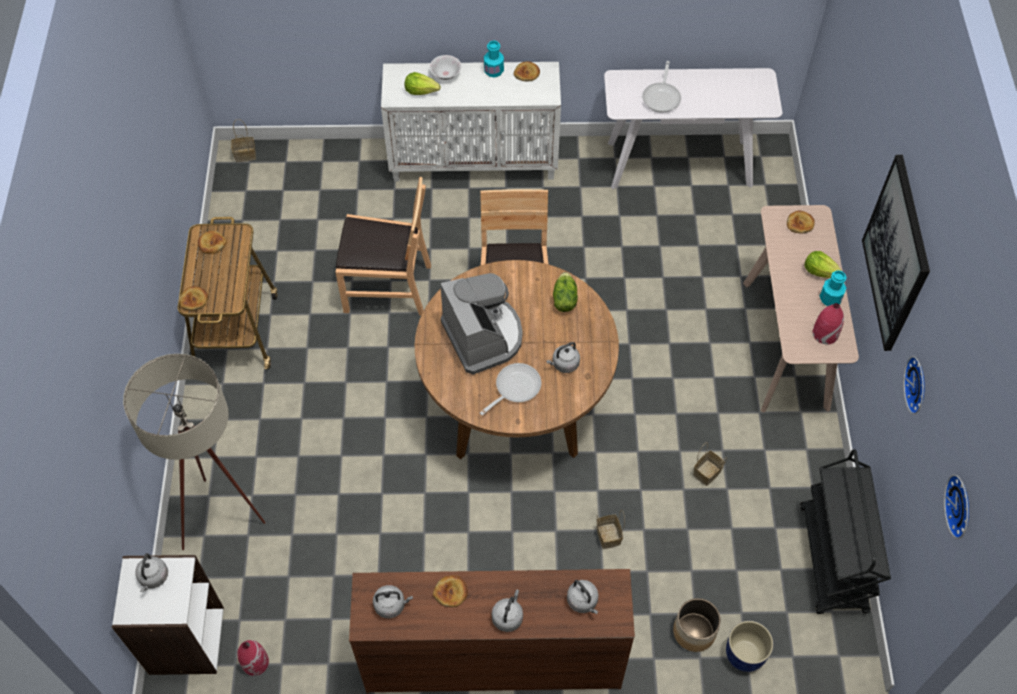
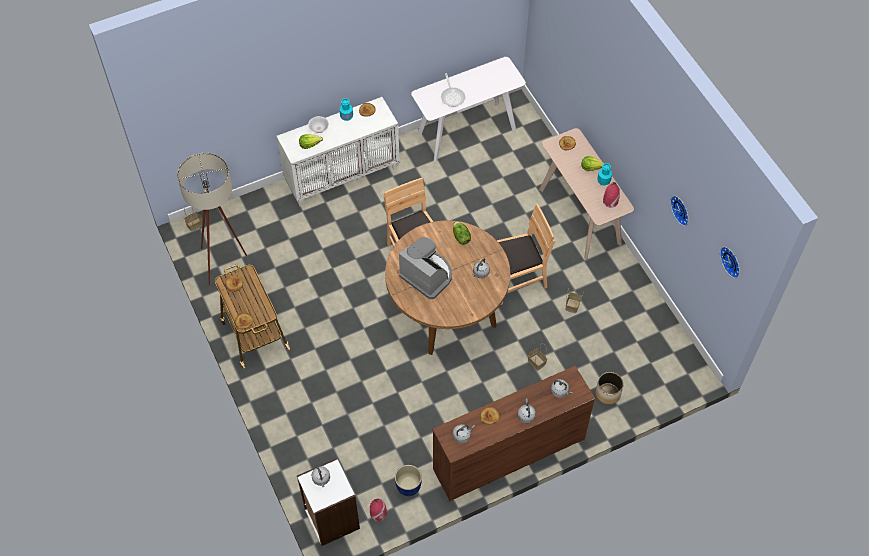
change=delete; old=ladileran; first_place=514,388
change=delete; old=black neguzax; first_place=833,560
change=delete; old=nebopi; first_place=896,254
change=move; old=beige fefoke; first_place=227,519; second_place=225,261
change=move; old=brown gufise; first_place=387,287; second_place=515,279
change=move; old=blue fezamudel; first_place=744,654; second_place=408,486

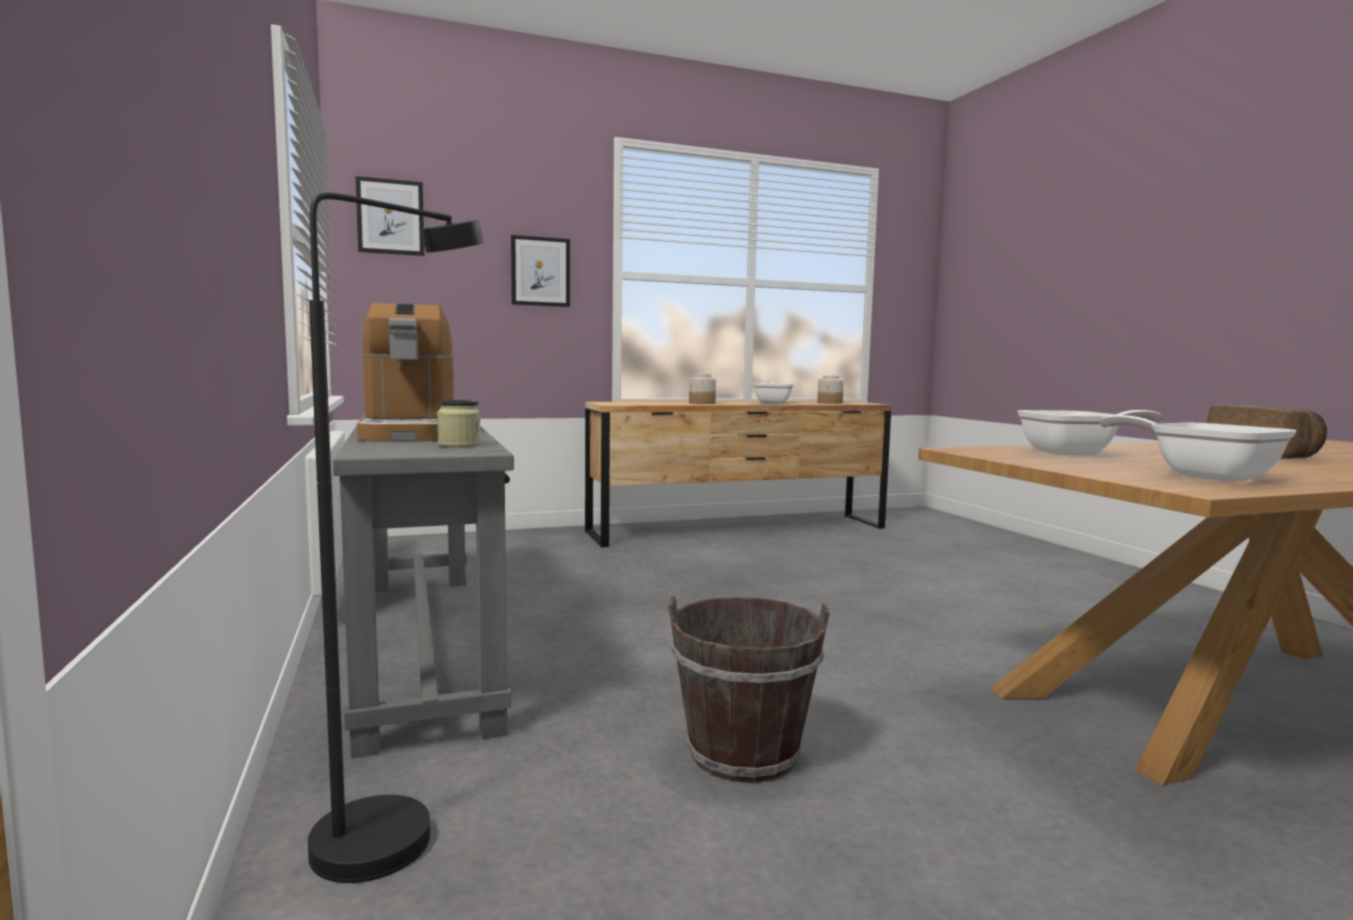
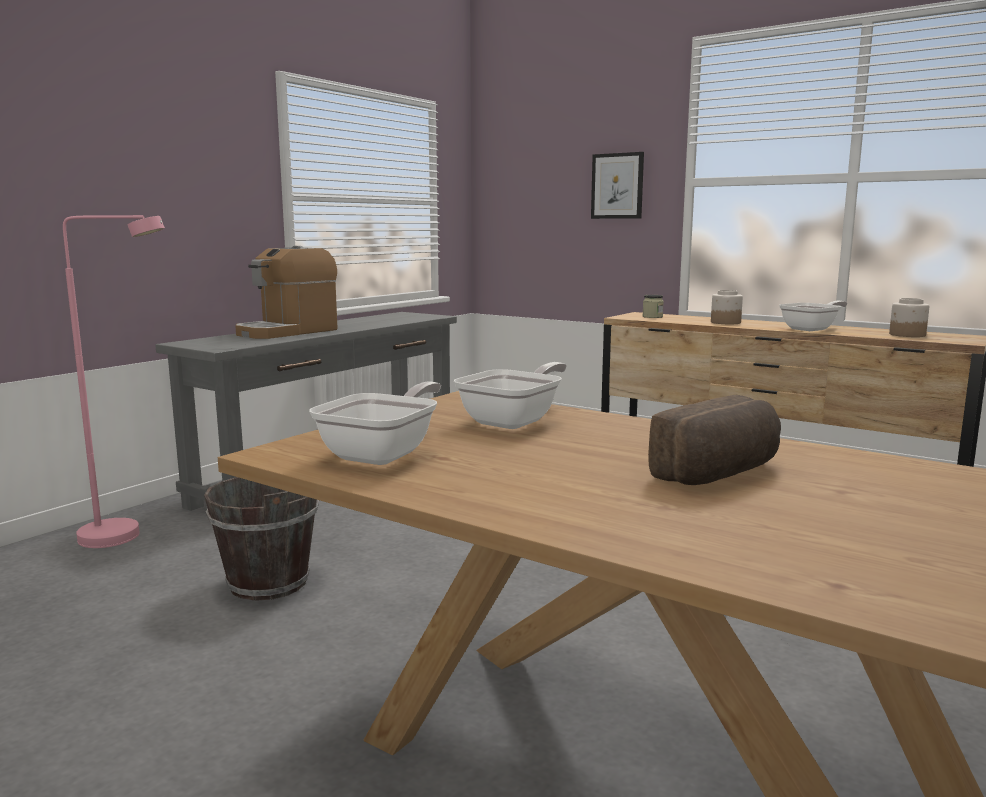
change=delete; old=nebopi; first_place=390,217
change=move; old=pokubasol; first_place=459,445; second_place=652,317
change=recolor; old=black fefoke; new=pink fefoke; first_place=397,827; second_place=126,536
change=rotate; old=ladileran; first_place=1076,453; second_place=515,421; degrees=-105

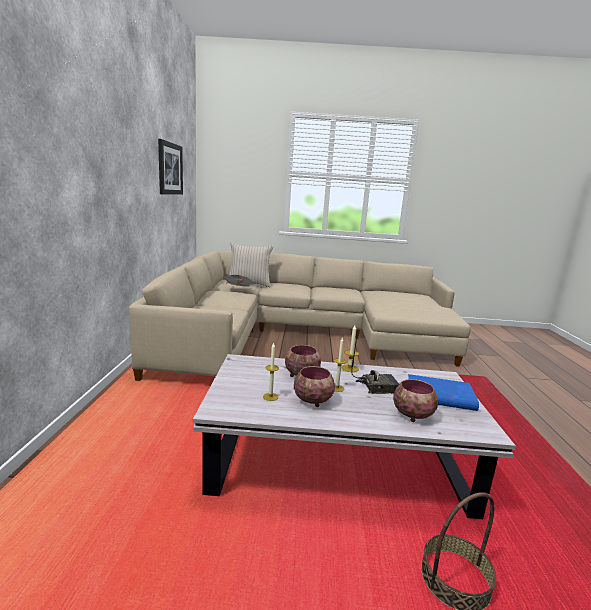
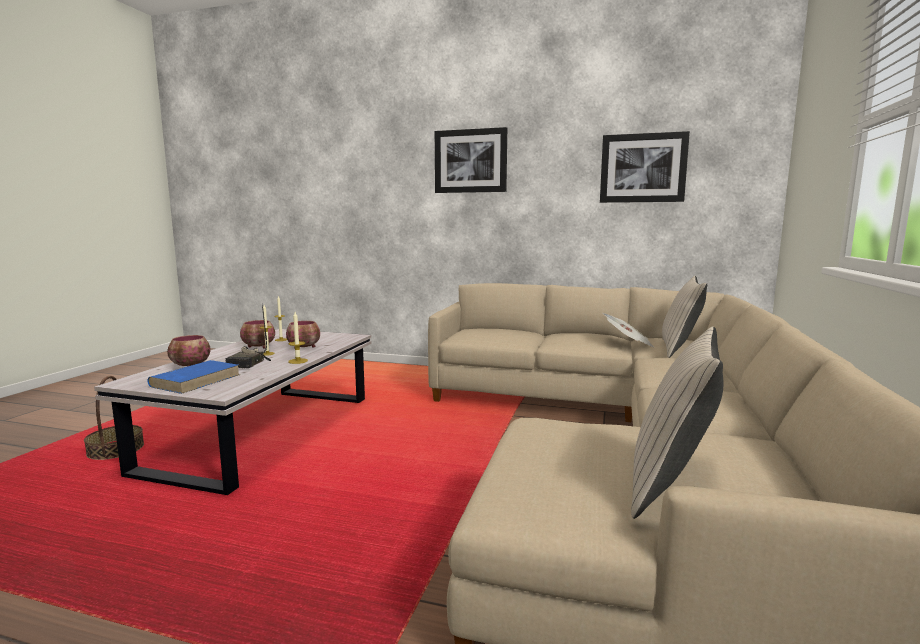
change=insert; new=nebopi; second_place=470,161
change=insert; new=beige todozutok; second_place=671,483

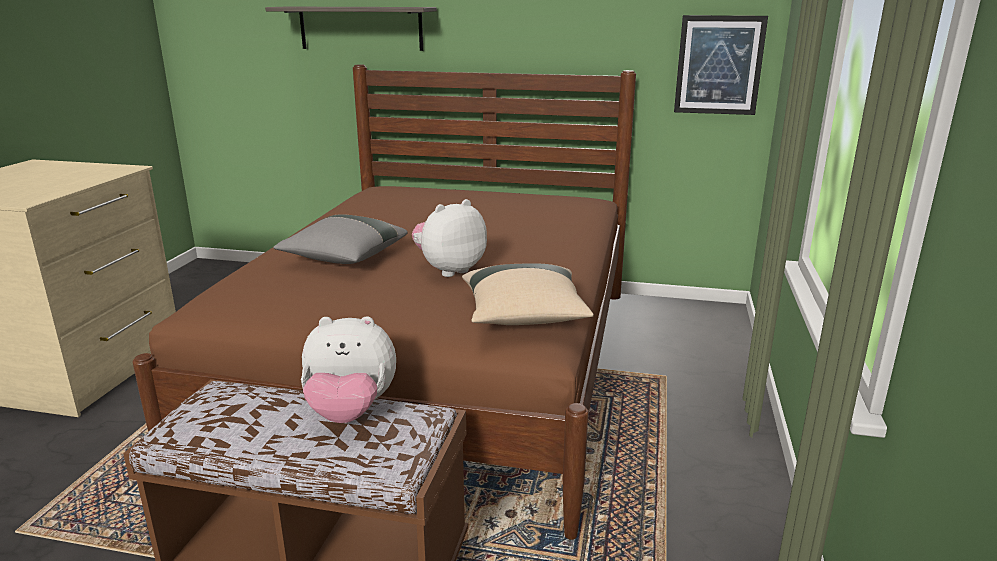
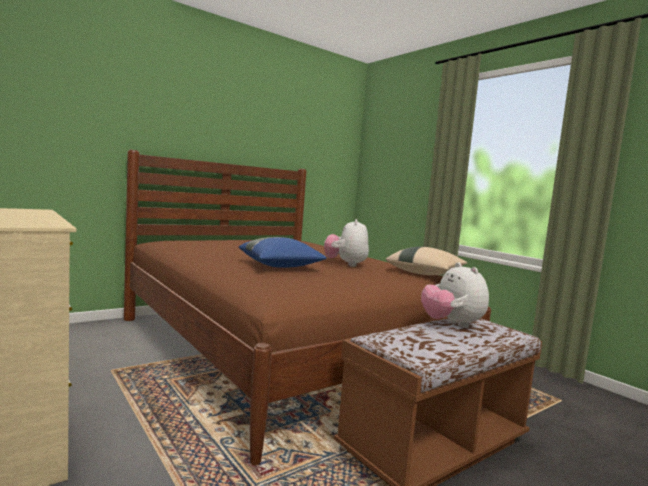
change=delete; old=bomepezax; first_place=360,28
change=delete; old=nebopi; first_place=719,65
change=recolor; old=grey todozutok; new=blue todozutok; first_place=343,258; second_place=280,266
change=rotate; old=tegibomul; first_place=350,412; second_place=451,324; degrees=120

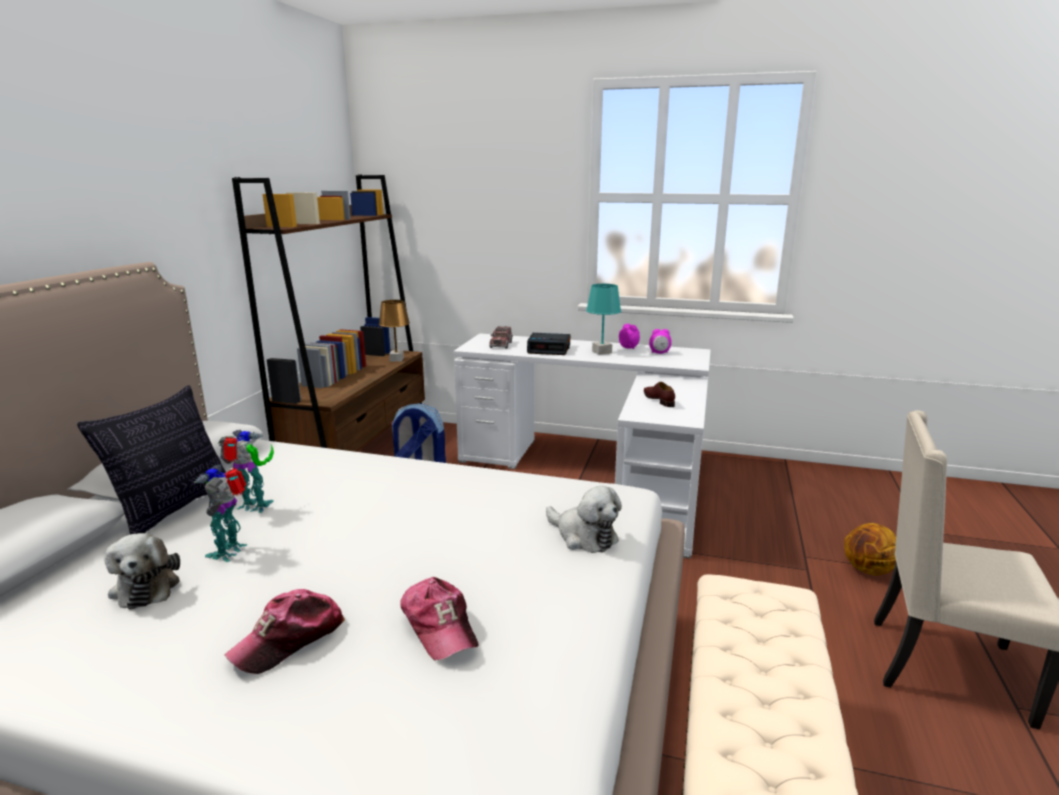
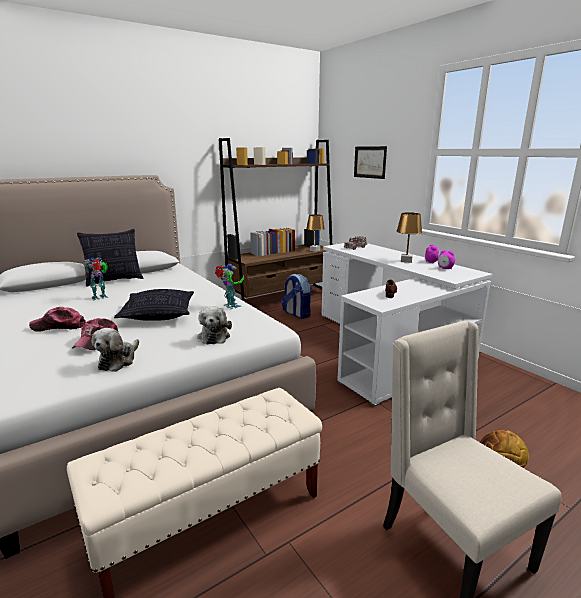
change=delete; old=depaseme; first_place=549,349
change=insert; new=todozutok; second_place=159,315
change=insert; new=nebopi; second_place=370,162
change=move; old=tegibomul; first_place=146,586; second_place=118,360
change=move; old=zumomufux; first_place=255,507; second_place=230,306
change=recolor; old=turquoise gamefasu; new=brown gamefasu; first_place=601,352; second_place=406,261

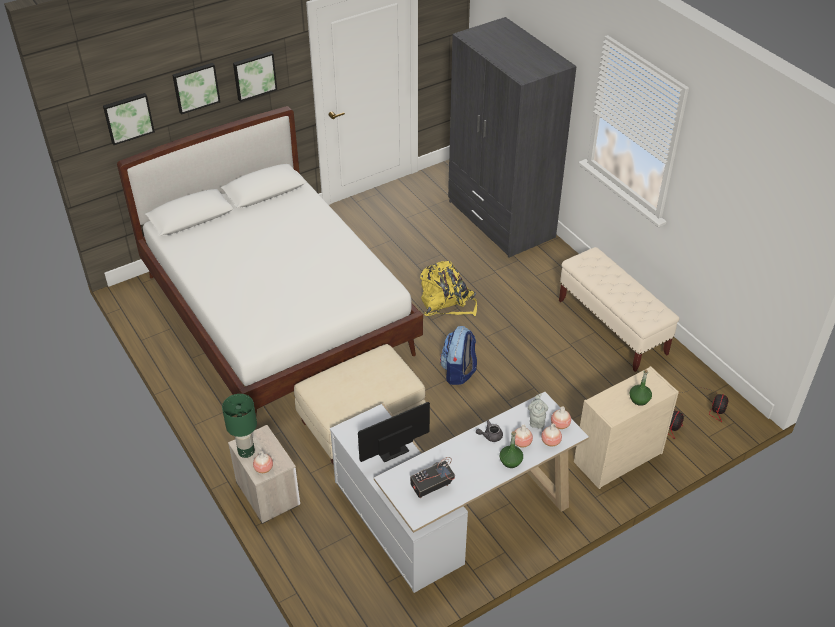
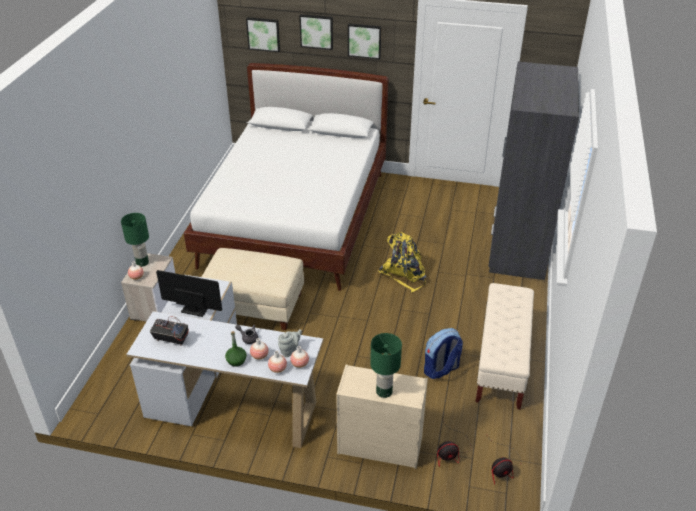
change=move; old=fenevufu; first_place=458,372; second_place=441,369
change=replace; old=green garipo; new=green gamefasu; first_place=639,399; second_place=384,392

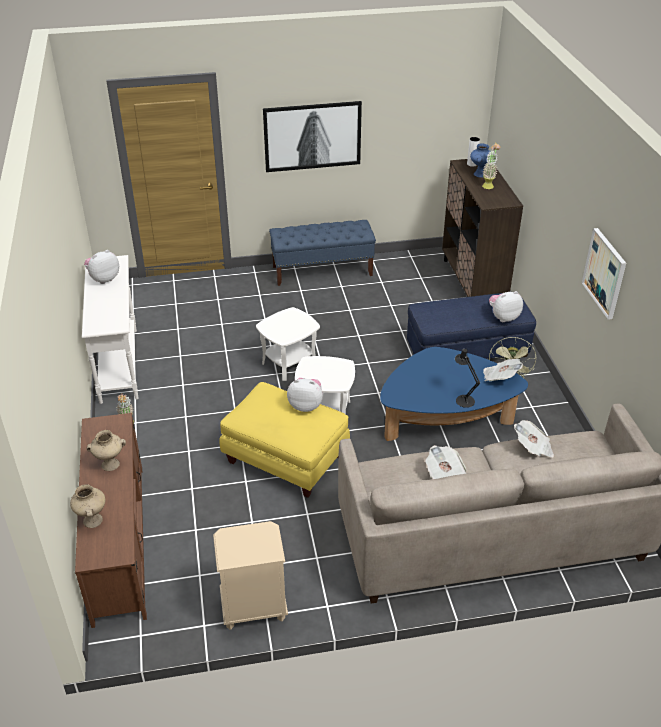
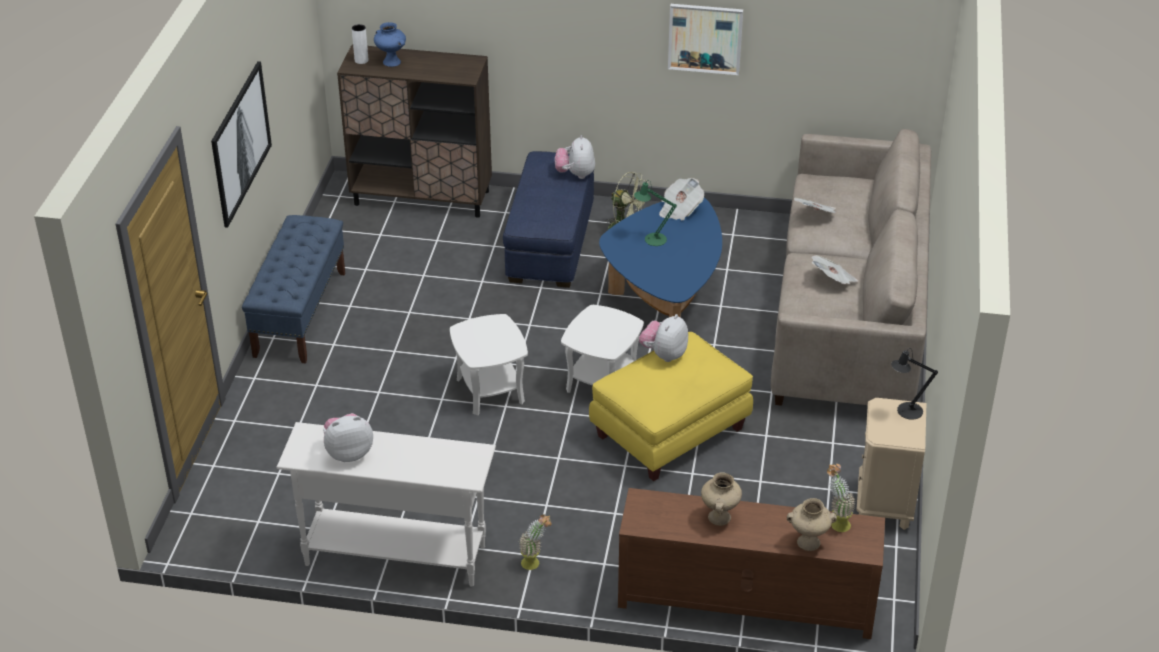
change=insert; new=green gamefasu; second_place=652,239
change=move; old=black gamefasu; first_place=463,399; second_place=906,411
change=move; old=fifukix; first_place=488,185; second_place=836,522
change=rotate; old=tegibomul; first_place=103,279; second_place=348,453; degrees=90

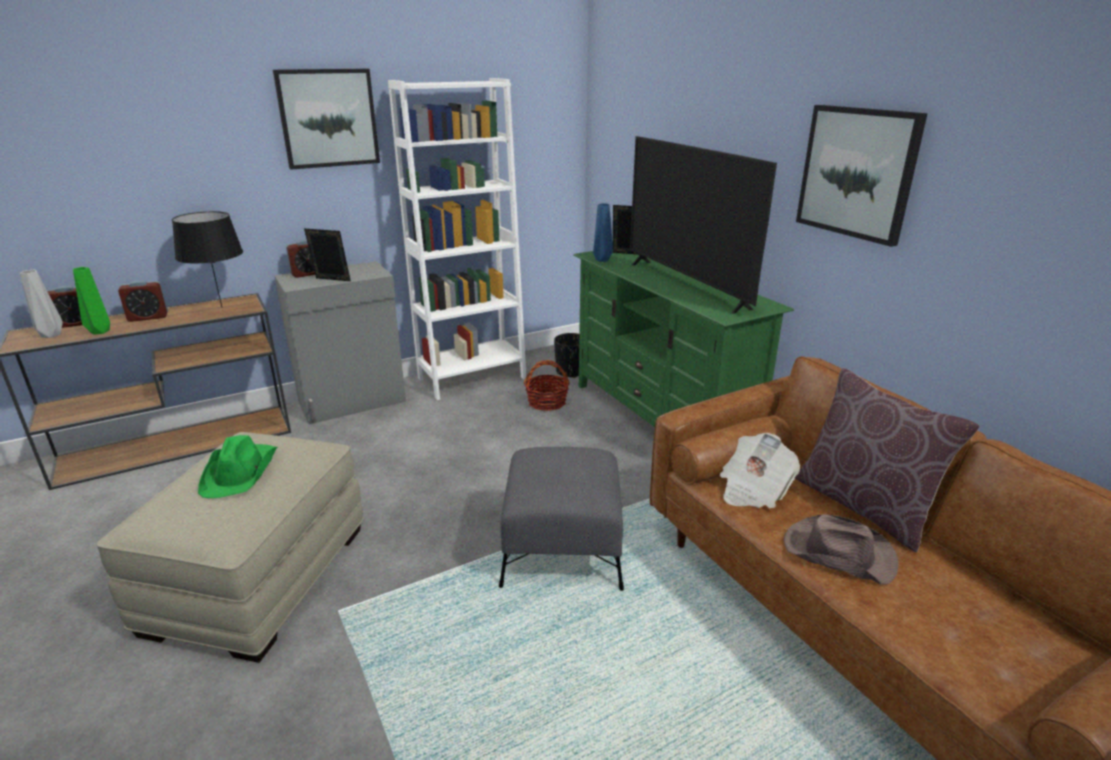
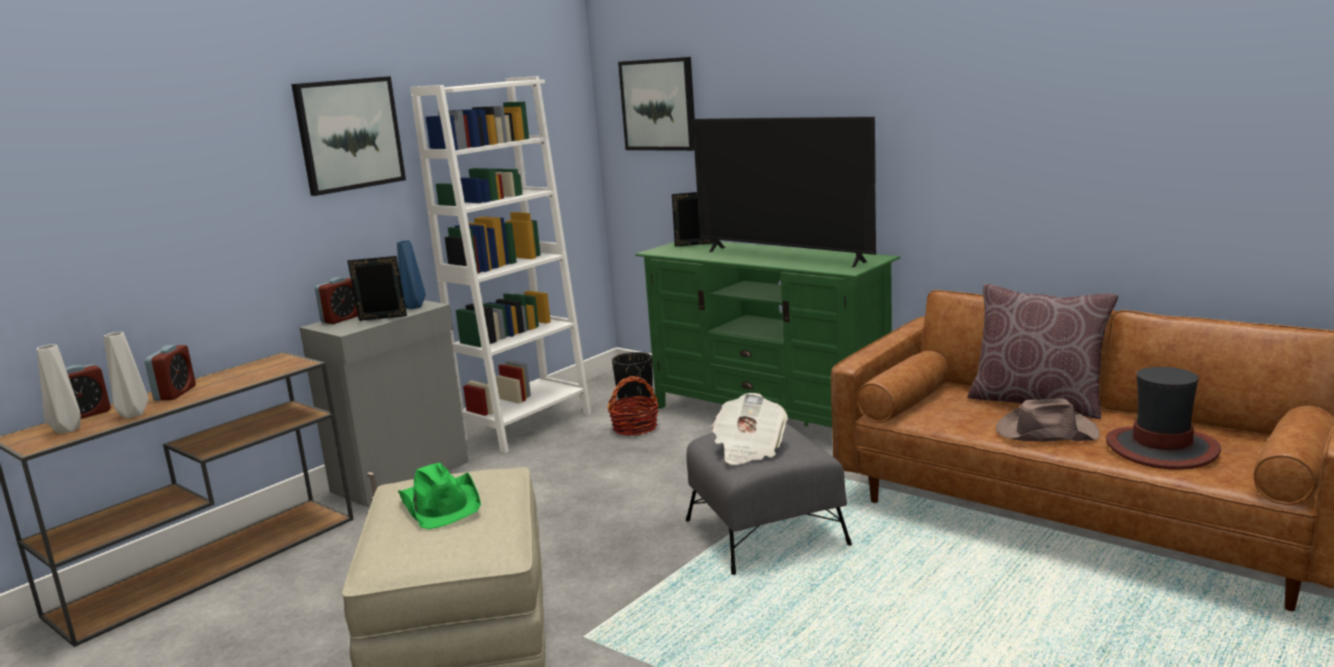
change=delete; old=black gamefasu; first_place=222,307
change=insert; new=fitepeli; second_place=1162,448
change=move; old=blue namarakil; first_place=603,260; second_place=415,307
change=move; old=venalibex; first_place=753,489; second_place=749,449
change=move; old=nebopi; first_place=857,173; second_place=659,104
change=recolor; old=green namarakil; new=grey namarakil; first_place=101,331; second_place=135,414
change=rotate; old=depaseme; first_place=148,317; second_place=175,393; degrees=-45

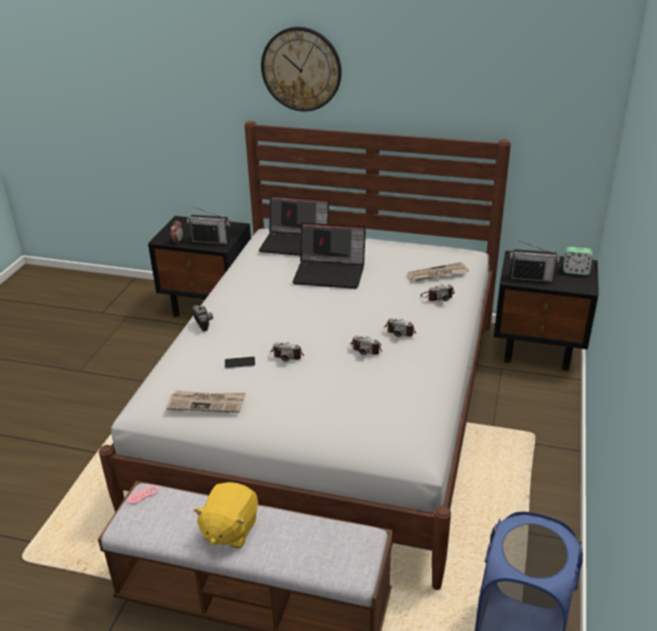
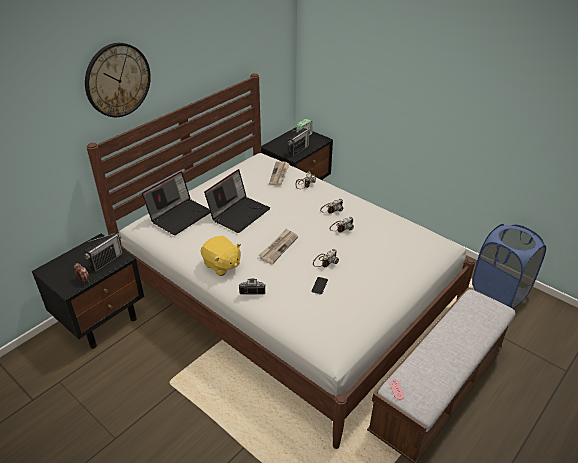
change=move; old=venalibex; first_place=207,403; second_place=278,247
change=move; old=yellow tegibomul; first_place=229,529; second_place=221,265

